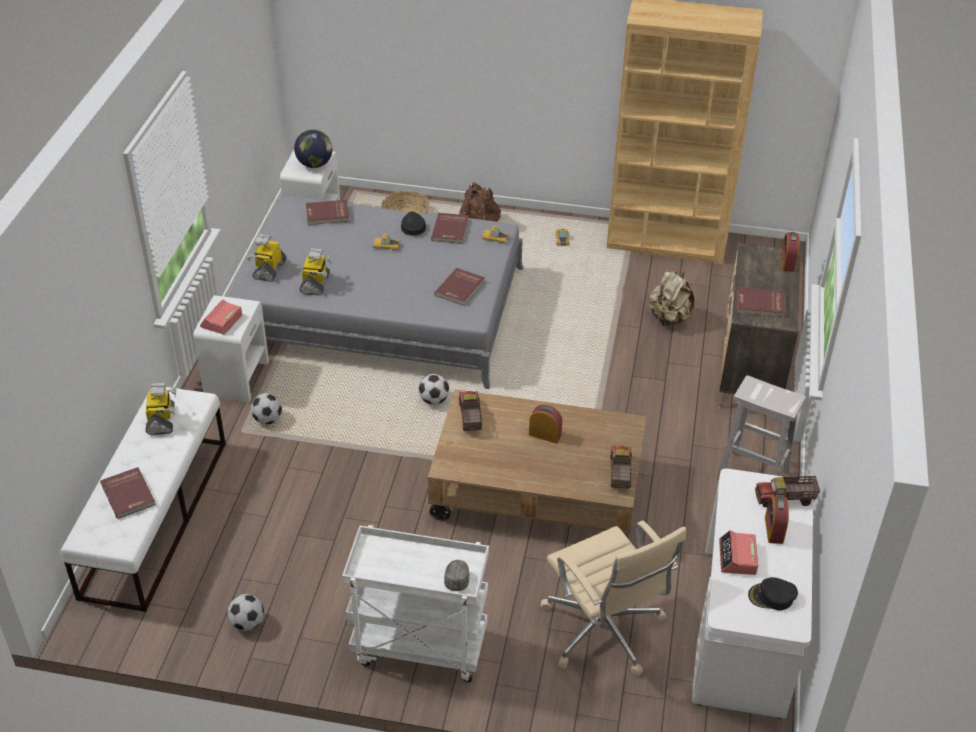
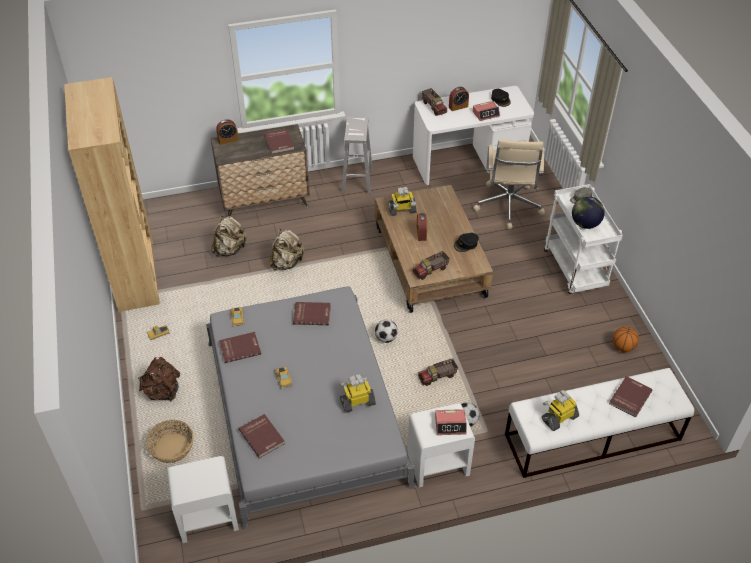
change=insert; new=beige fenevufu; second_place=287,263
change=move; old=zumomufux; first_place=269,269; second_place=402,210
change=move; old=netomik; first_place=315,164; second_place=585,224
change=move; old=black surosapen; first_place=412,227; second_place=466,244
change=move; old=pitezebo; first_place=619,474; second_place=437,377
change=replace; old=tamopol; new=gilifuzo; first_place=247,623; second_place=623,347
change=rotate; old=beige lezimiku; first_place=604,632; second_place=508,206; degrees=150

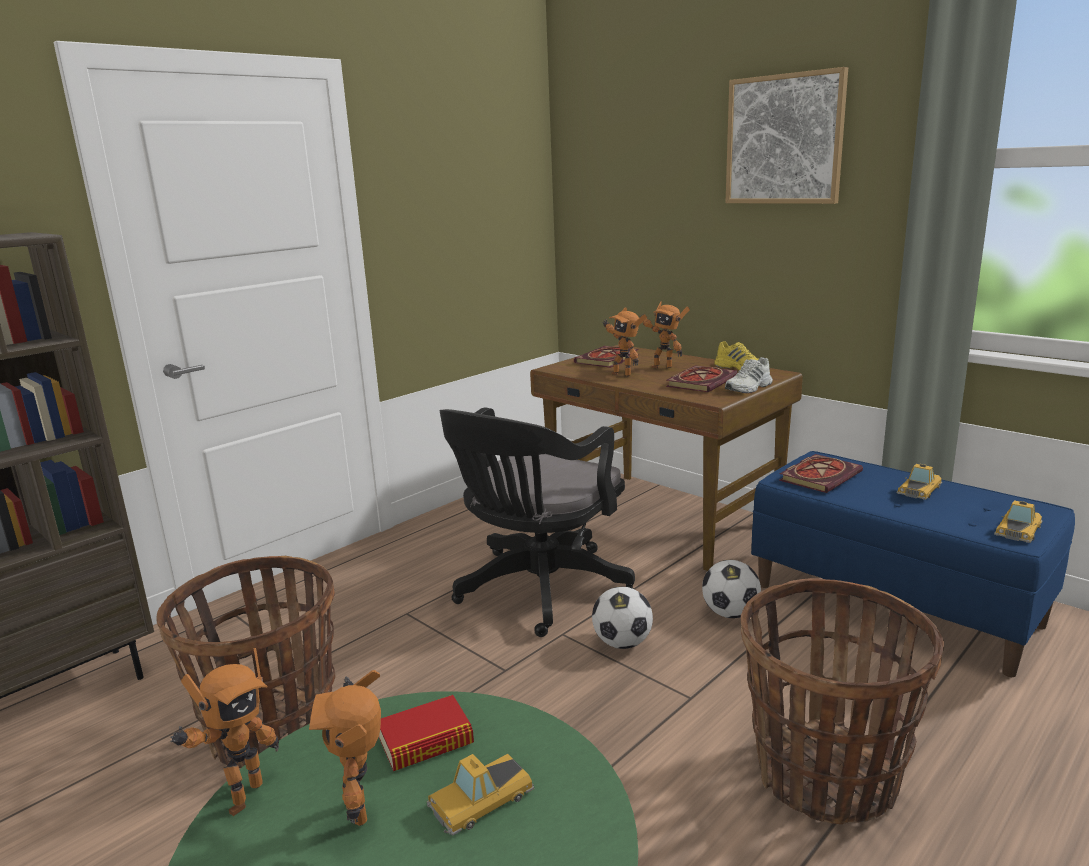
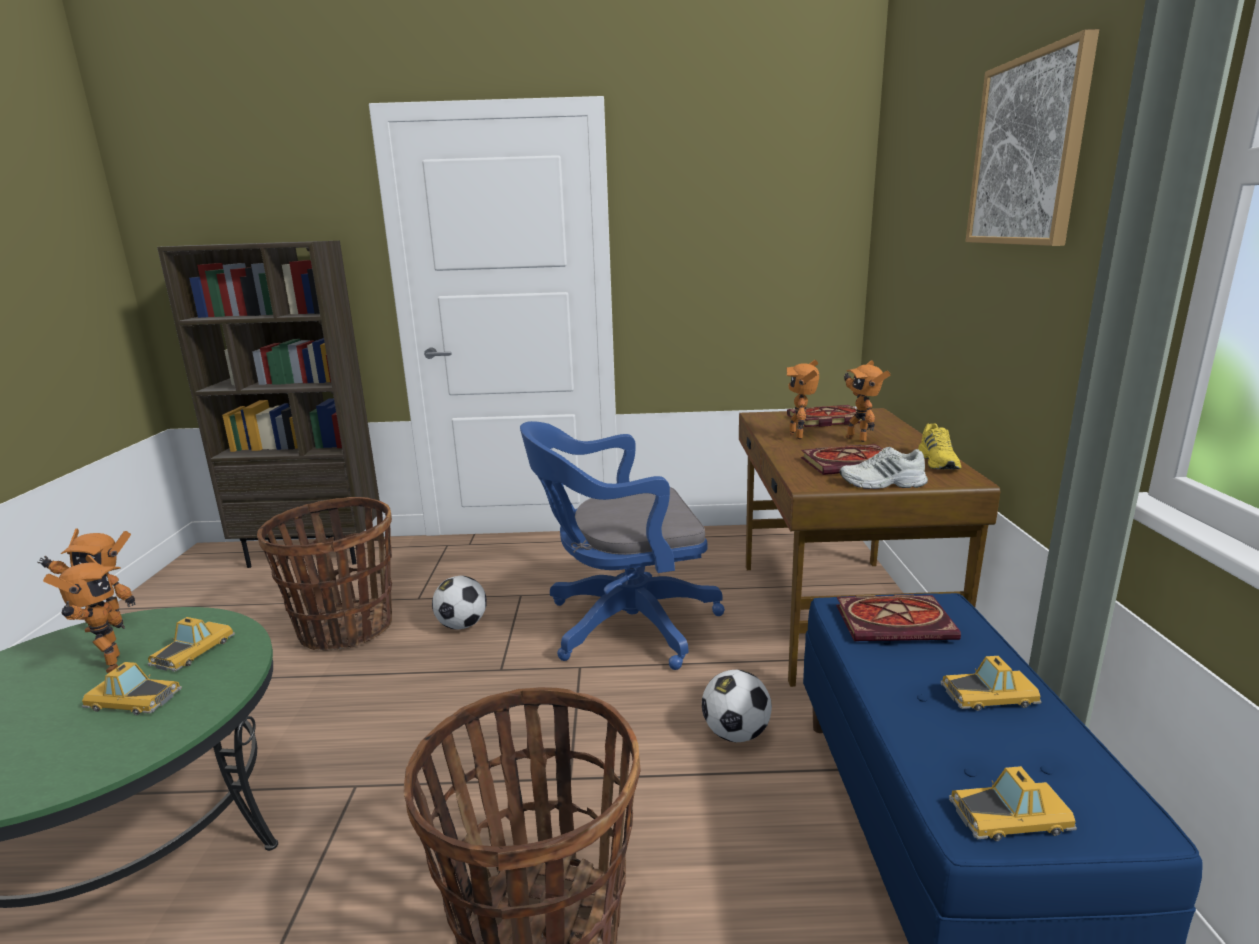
change=move; old=tamopol; first_place=622,643; second_place=462,625
change=replace; old=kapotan; new=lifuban; first_place=426,741; second_place=194,650
change=recolor; old=black lezimiku; new=blue lezimiku; first_place=537,591; second_place=622,625
change=rotate; old=zumomufux; first_place=363,808; second_place=107,665; degrees=135

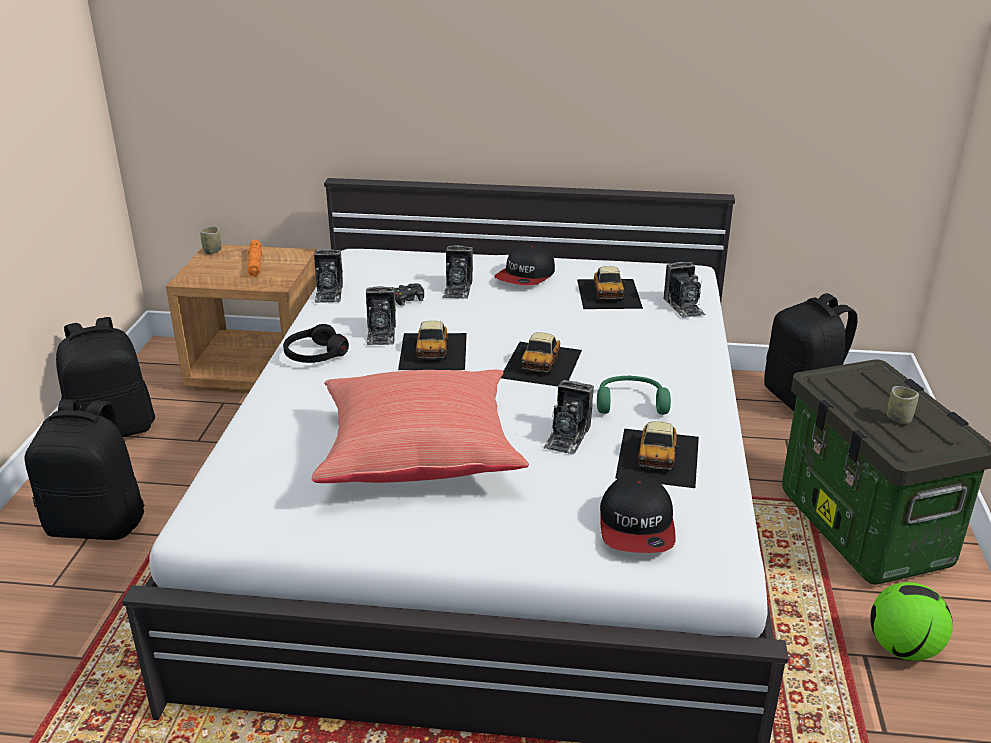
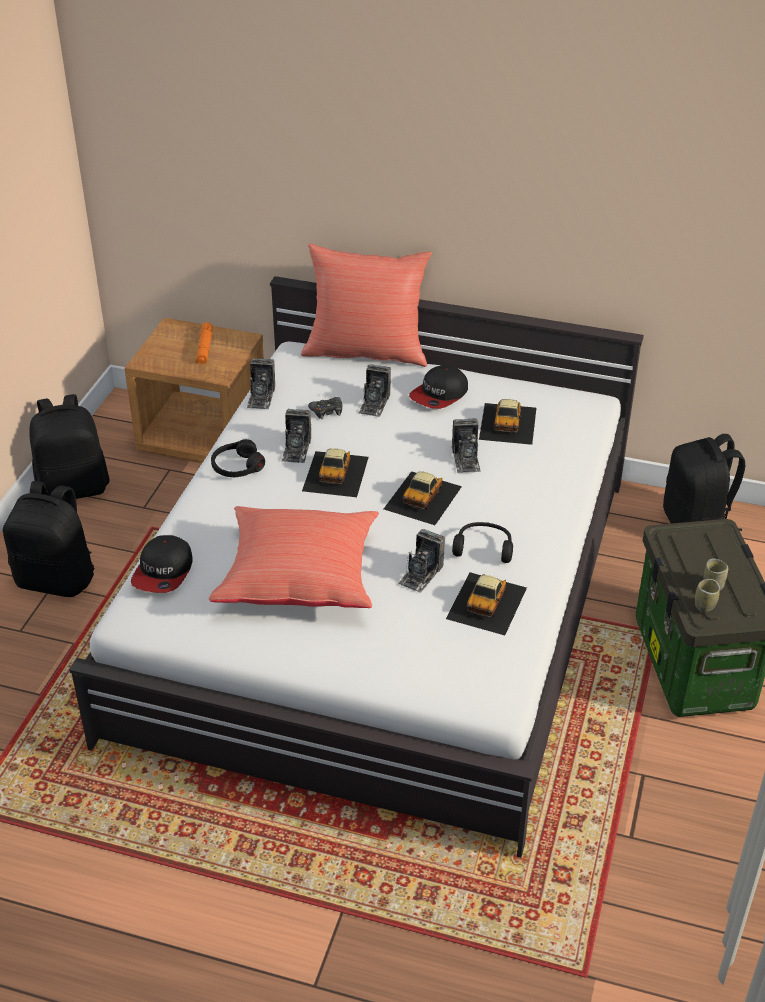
change=delete; old=tamopol; first_place=903,648
change=insert; new=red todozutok; second_place=366,351
change=move; old=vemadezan; first_place=212,251; second_place=704,605
change=move; old=surosapen; first_place=637,526; second_place=163,572
change=move; old=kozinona; first_place=684,306; second_place=466,459
change=recolor; old=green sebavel; new=black sebavel; first_place=630,403; second_place=483,547

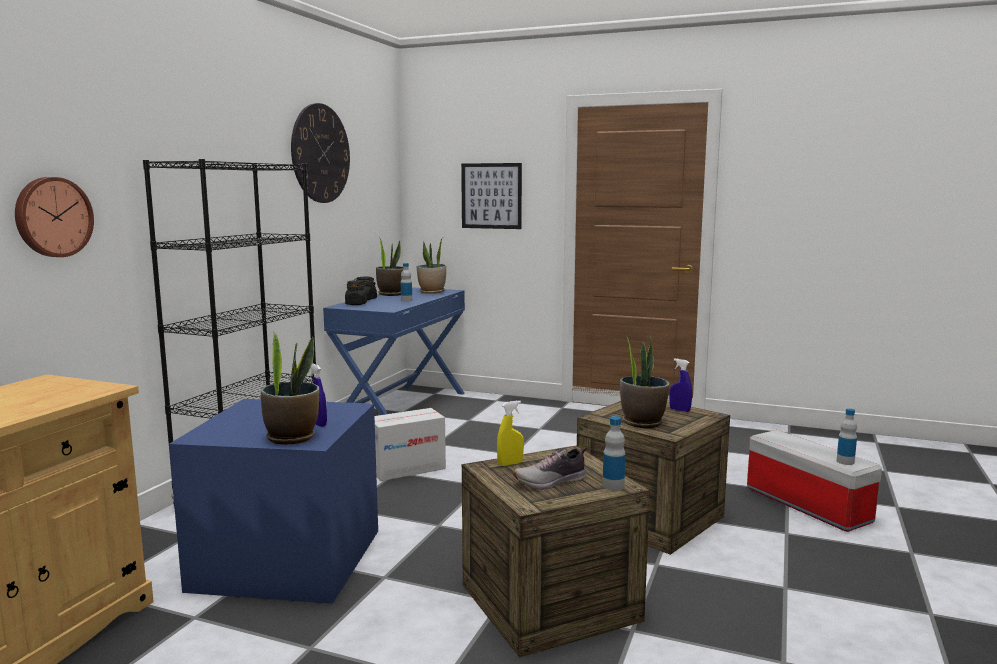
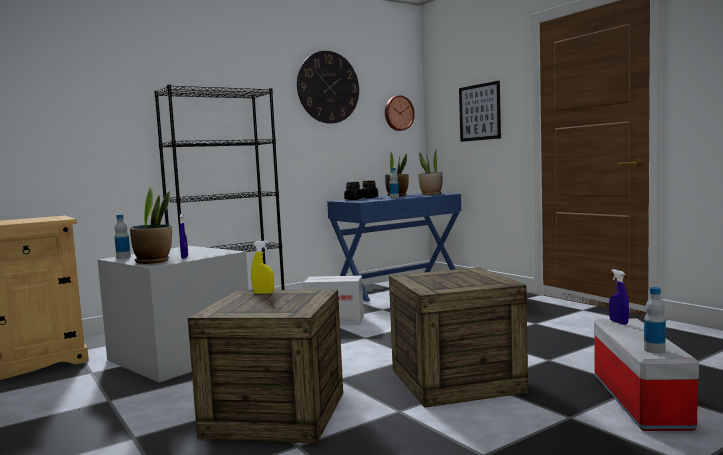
change=delete; old=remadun; first_place=551,482
change=delete; old=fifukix; first_place=642,423
change=move; old=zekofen; first_place=52,217; second_place=398,113
change=move; old=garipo; first_place=613,486; second_place=123,257
change=move; old=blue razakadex; first_place=679,410; second_place=618,322
change=recolor; old=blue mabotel; new=grey mabotel; first_place=286,558; second_place=181,355

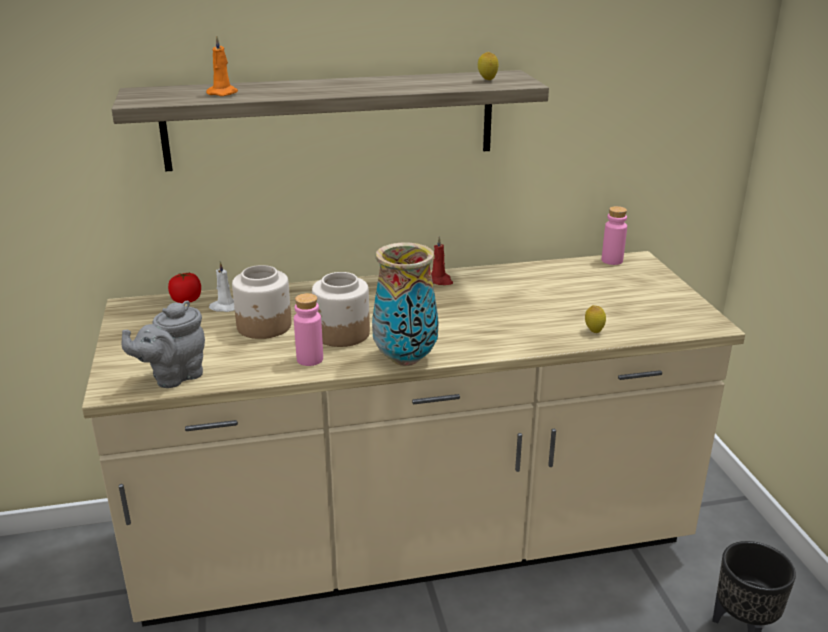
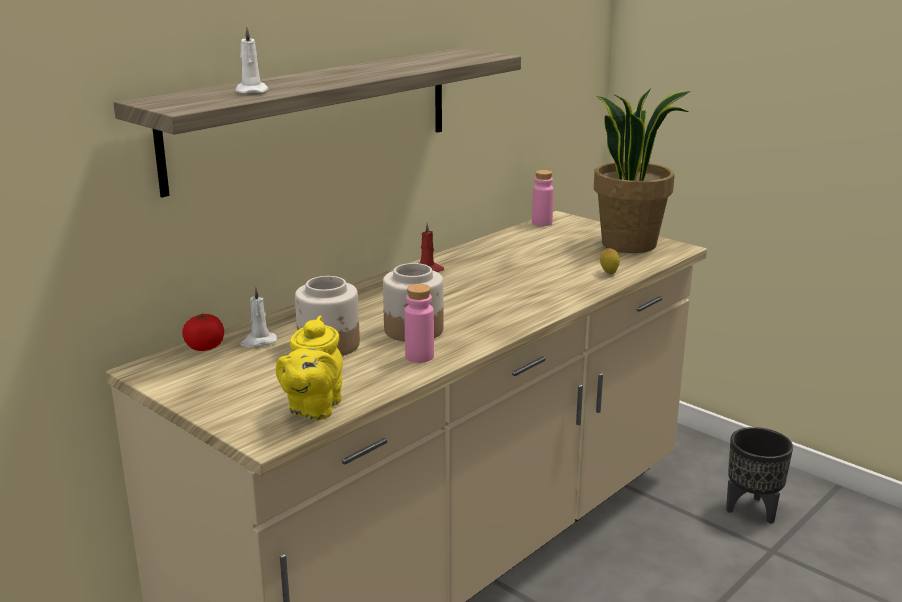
change=delete; old=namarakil; first_place=405,358
change=delete; old=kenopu; first_place=487,80
change=insert; new=fifukix; second_place=629,244
change=recolor; old=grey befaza; new=yellow befaza; first_place=174,376; second_place=313,409
change=recolor; old=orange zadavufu; new=white zadavufu; first_place=223,93; second_place=251,91

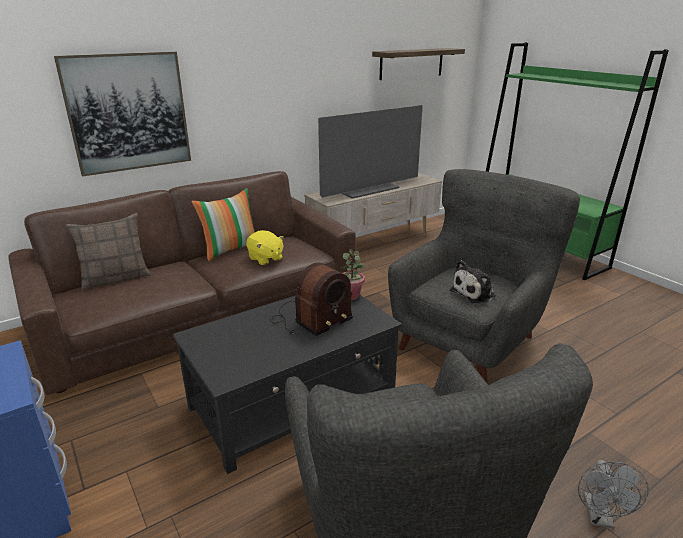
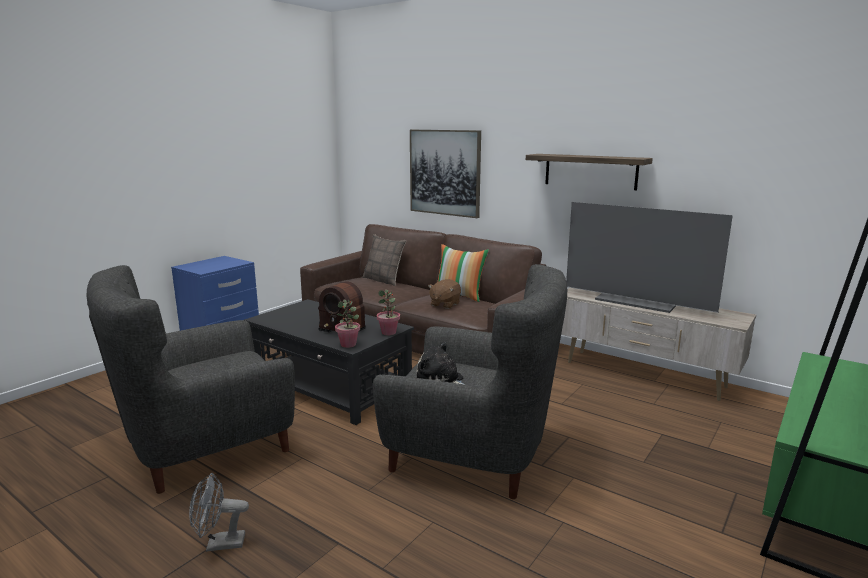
change=insert; new=fifukix; second_place=348,344
change=move; old=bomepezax; first_place=411,63; second_place=590,171
change=recolor; old=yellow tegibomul; new=brown tegibomul; first_place=265,259; second_place=444,304

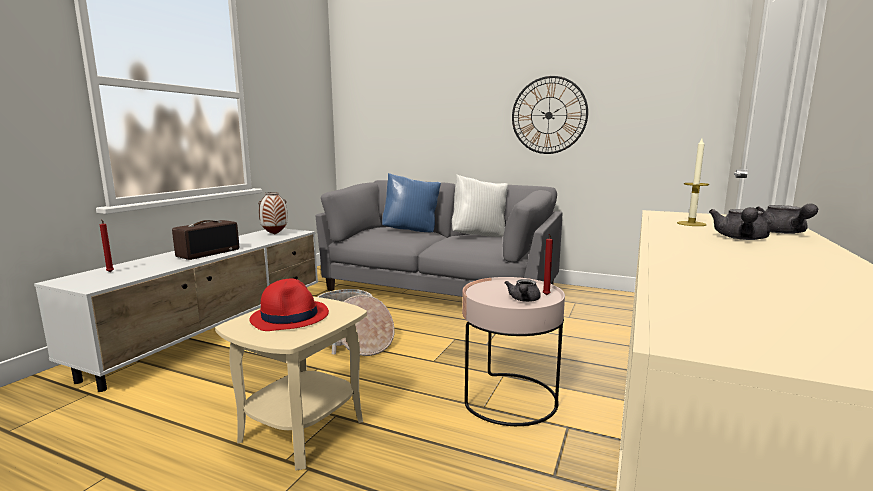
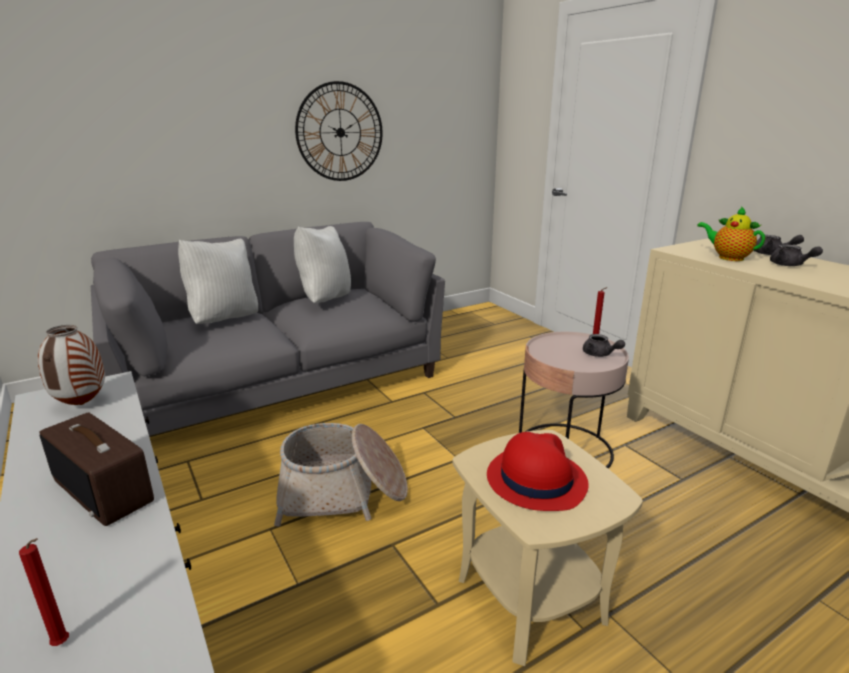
change=replace; old=zadavufu; new=befaza; first_place=691,224; second_place=728,257
change=recolor; old=blue todozutok; new=white todozutok; first_place=411,231; second_place=224,319
change=rotate; old=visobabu; first_place=208,253; second_place=105,490; degrees=150

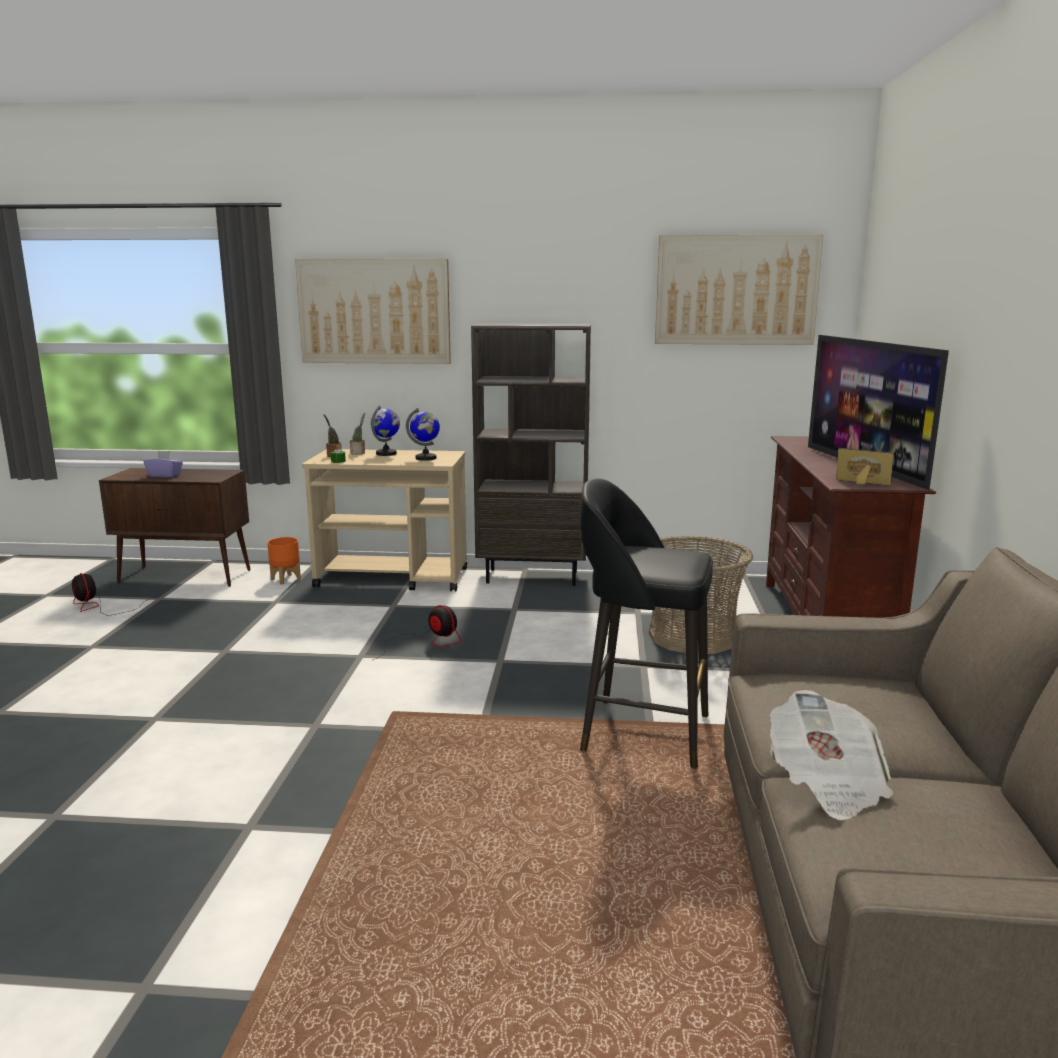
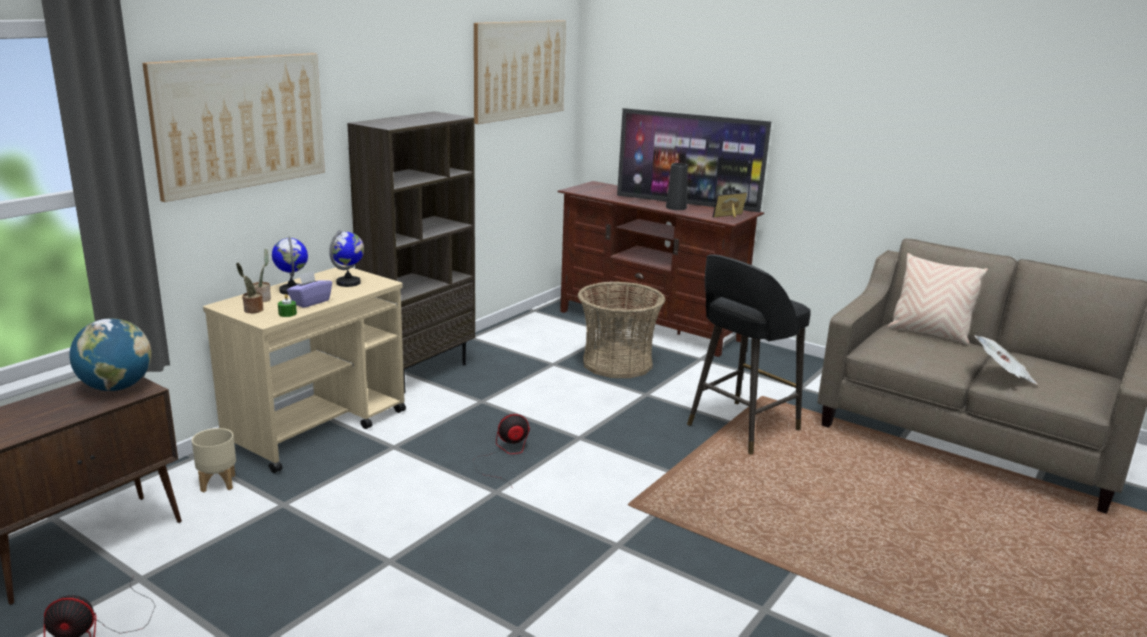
change=insert; new=netomik; second_place=116,387
change=insert; new=black namarakil; second_place=676,207
change=insert; new=beige todozutok; second_place=929,334
change=move; old=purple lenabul; first_place=165,475; second_place=310,302
change=recolor; old=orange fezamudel; new=beige fezamudel; first_place=286,579; second_place=218,483

